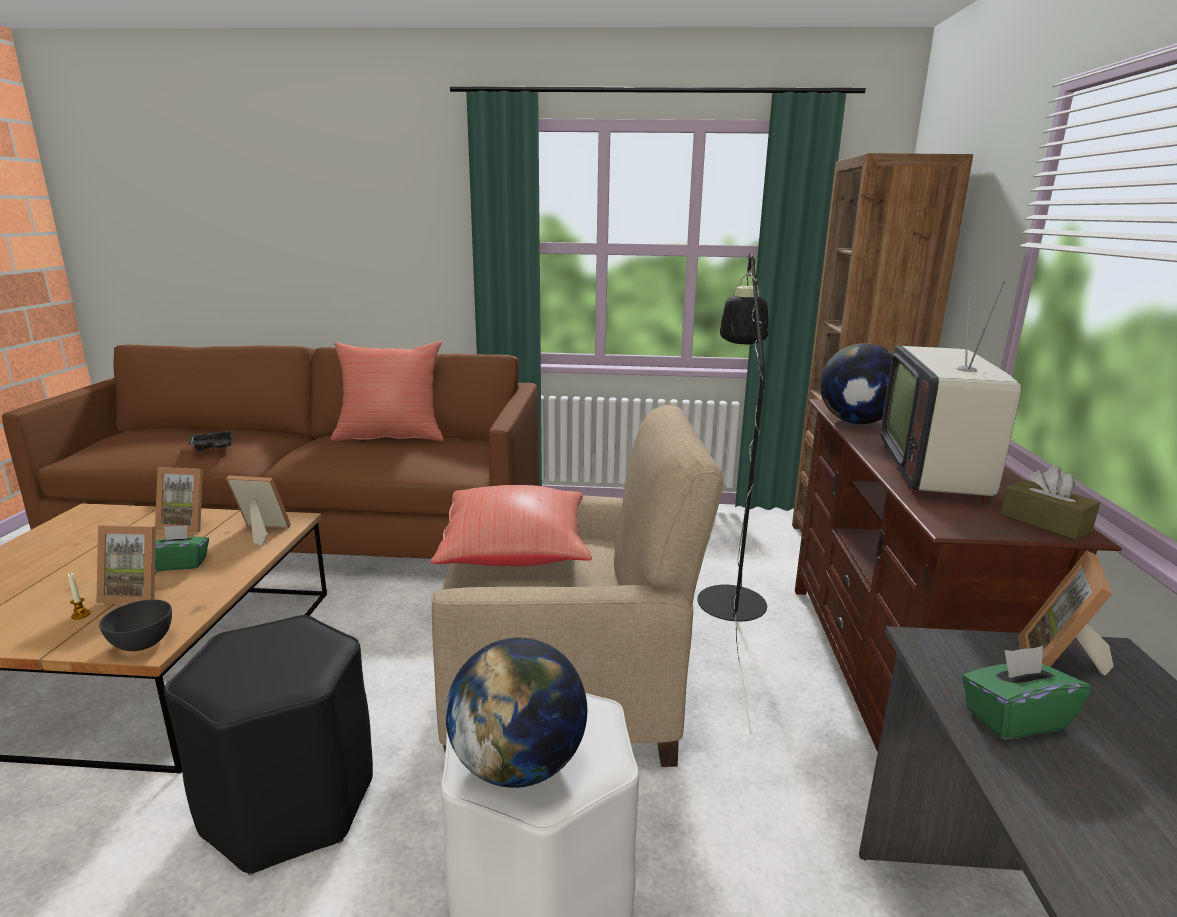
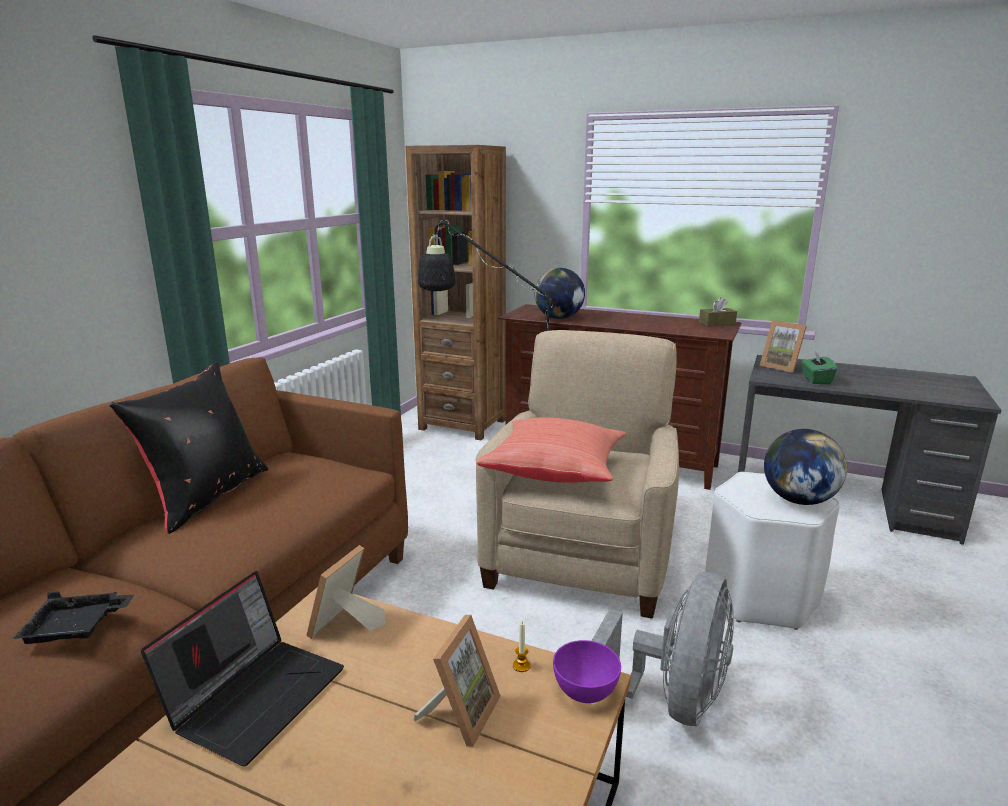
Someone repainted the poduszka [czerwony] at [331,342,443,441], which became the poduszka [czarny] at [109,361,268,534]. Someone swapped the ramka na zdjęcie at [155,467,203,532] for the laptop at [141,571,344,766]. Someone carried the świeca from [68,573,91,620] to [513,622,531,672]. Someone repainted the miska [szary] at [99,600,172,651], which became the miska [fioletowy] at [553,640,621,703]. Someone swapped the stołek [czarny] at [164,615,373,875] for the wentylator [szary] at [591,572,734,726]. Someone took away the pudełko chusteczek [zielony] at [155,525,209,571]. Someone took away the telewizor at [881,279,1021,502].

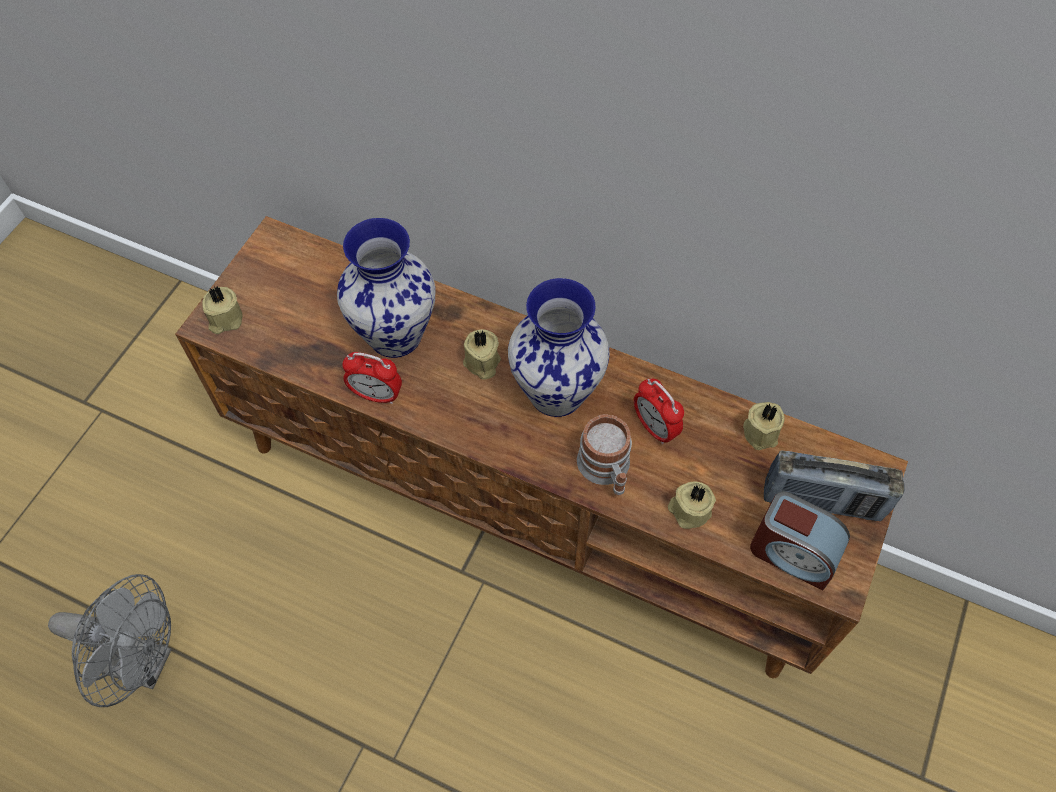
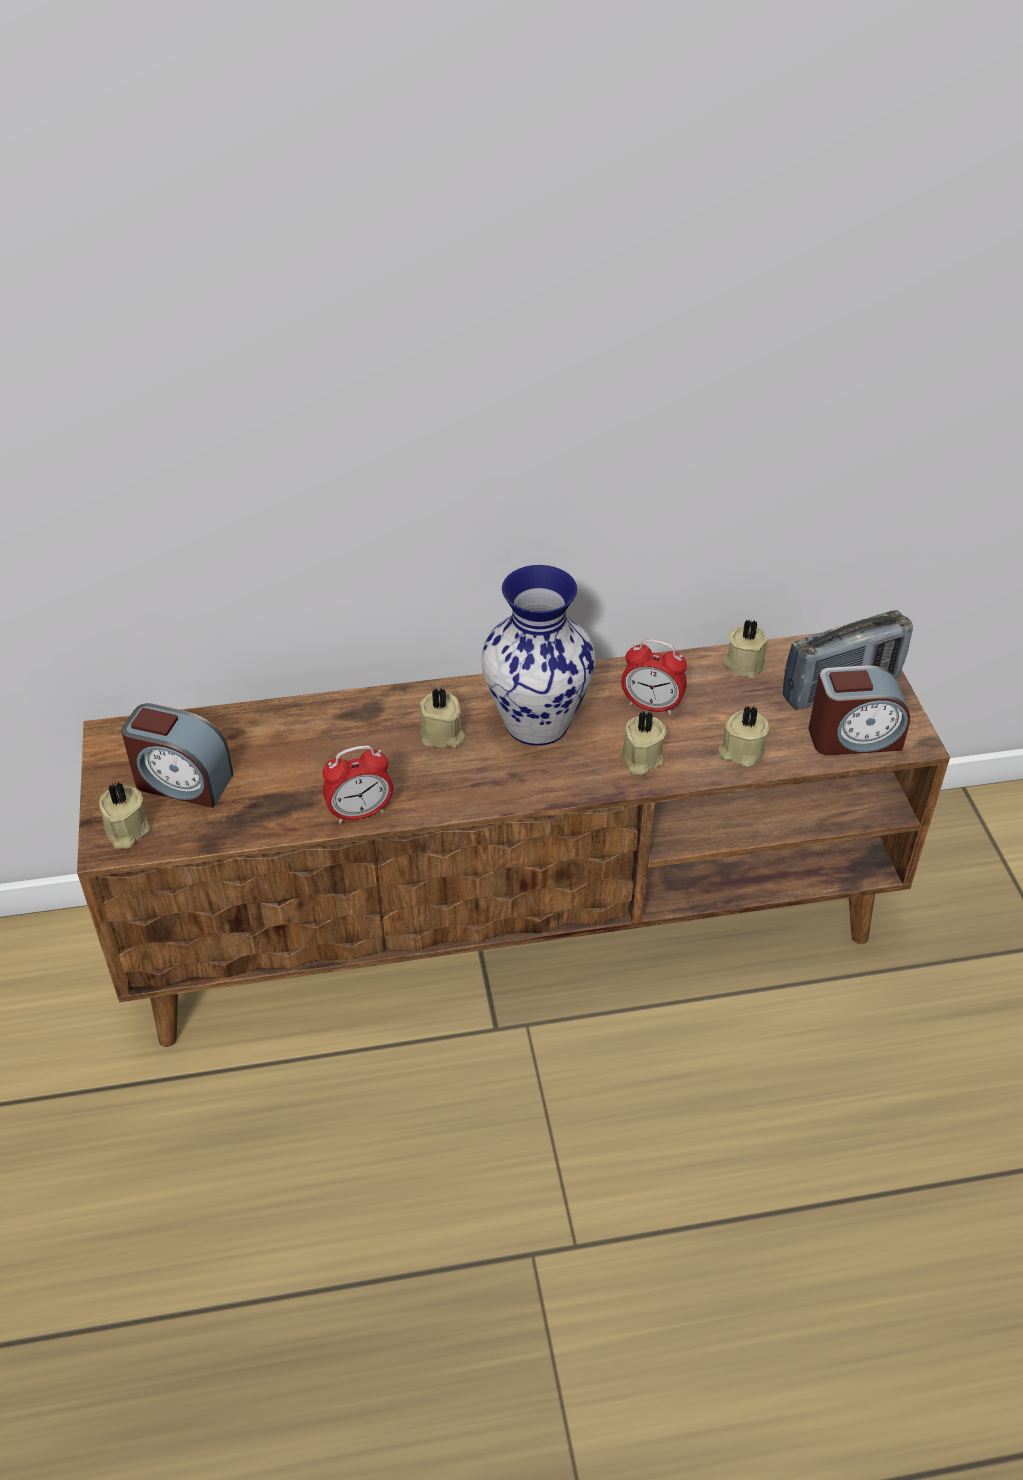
Someone put down the budzik at [121,703,233,808]. Someone swapped the kubek at [577,414,632,496] for the świeca [beżowy] at [621,711,667,775]. Someone took away the wentylator [szary] at [48,574,171,707]. Someone took away the wazon at [337,218,435,358].

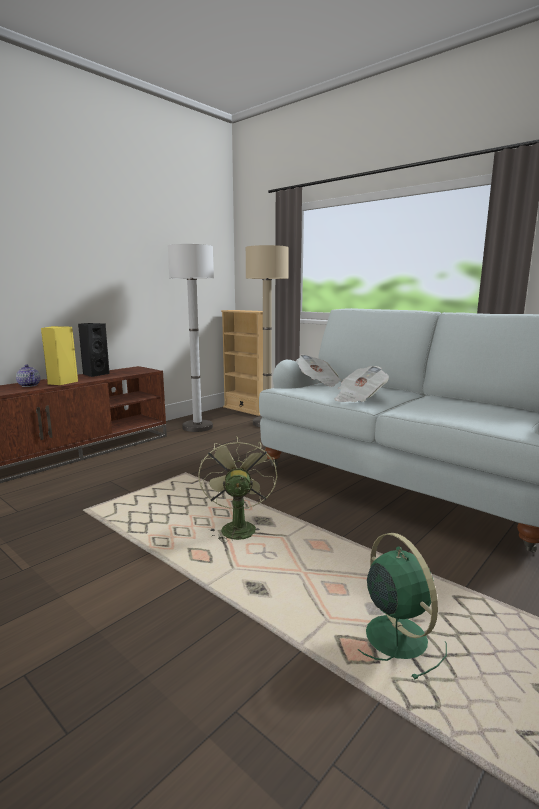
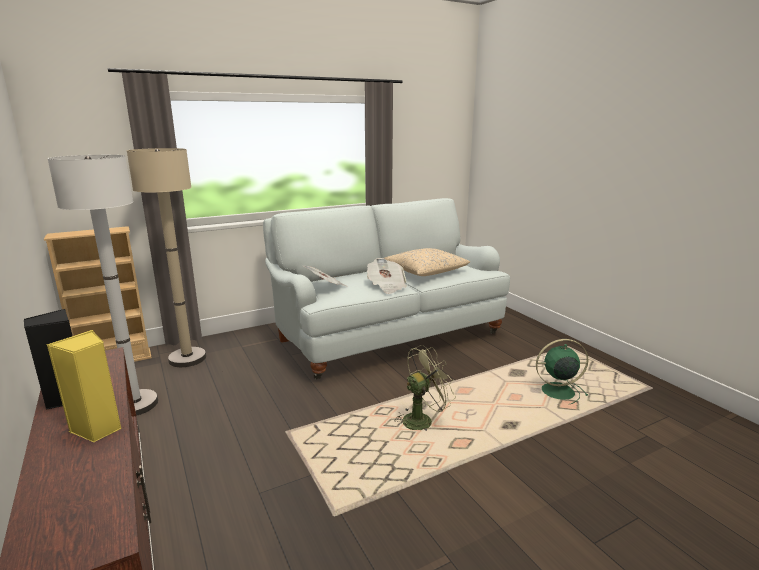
Someone put down the poduszka [beżowy] at [384,248,470,276]. Someone rotated the wentylator [zielony] at [198,436,277,543] by 135 degrees clockwise. Someone took away the imbryk at [16,365,40,387].

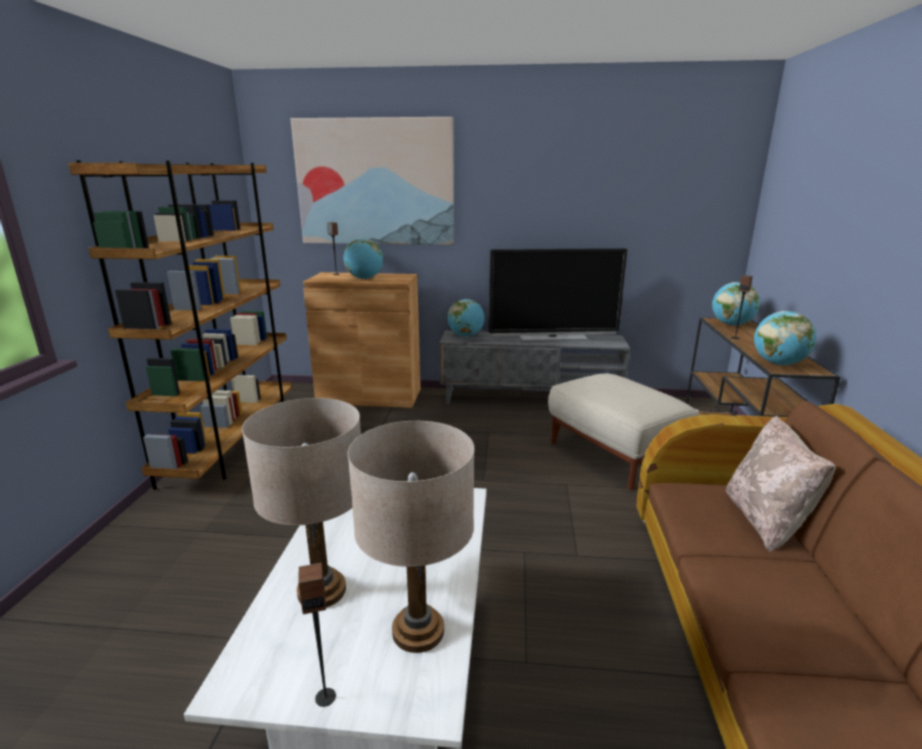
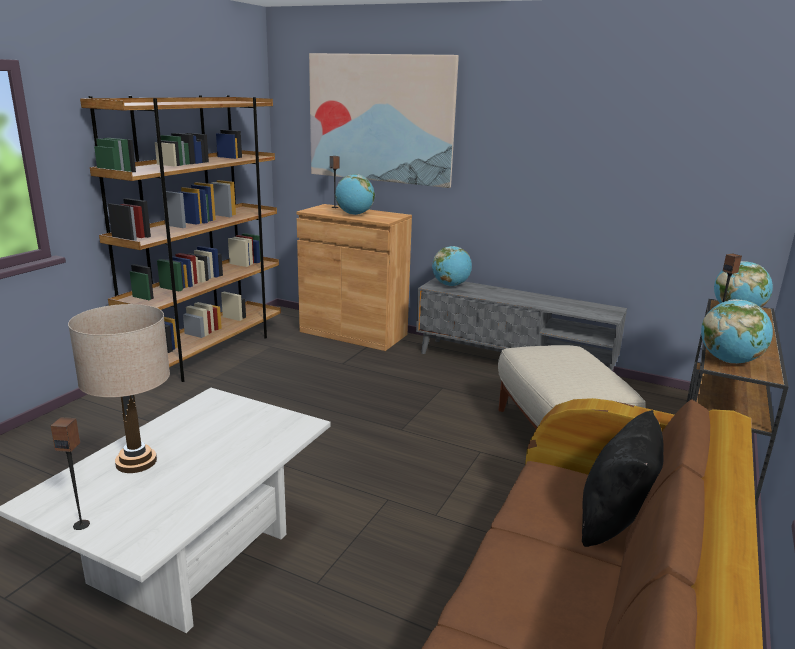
Someone repainted the poduszka [beżowy] at [726,416,836,552], which became the poduszka [czarny] at [582,410,664,547]. Someone took away the lampa stołowa [beżowy] at [348,421,475,653]. Someone took away the telewizor at [488,248,628,342].

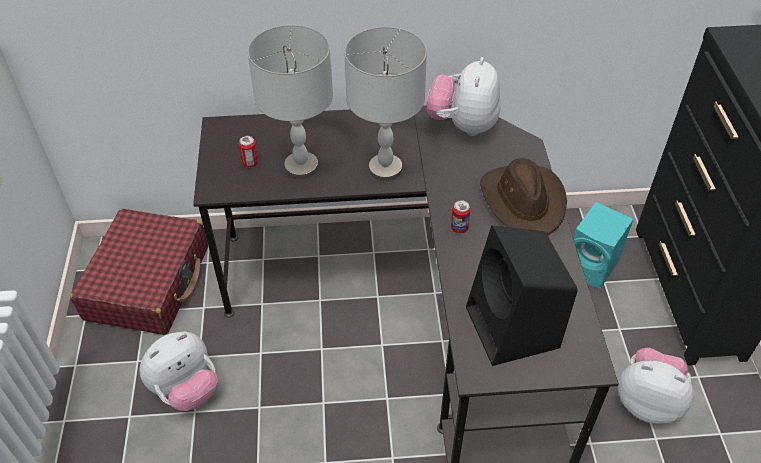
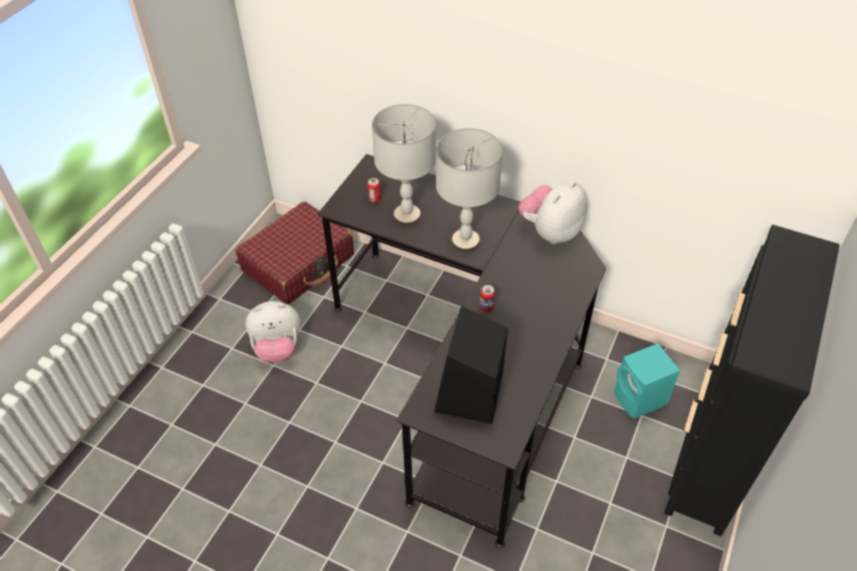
Someone took away the kapelusz [brązowy] at [480,158,567,235]. Someone took away the pluszak at [618,348,694,424].

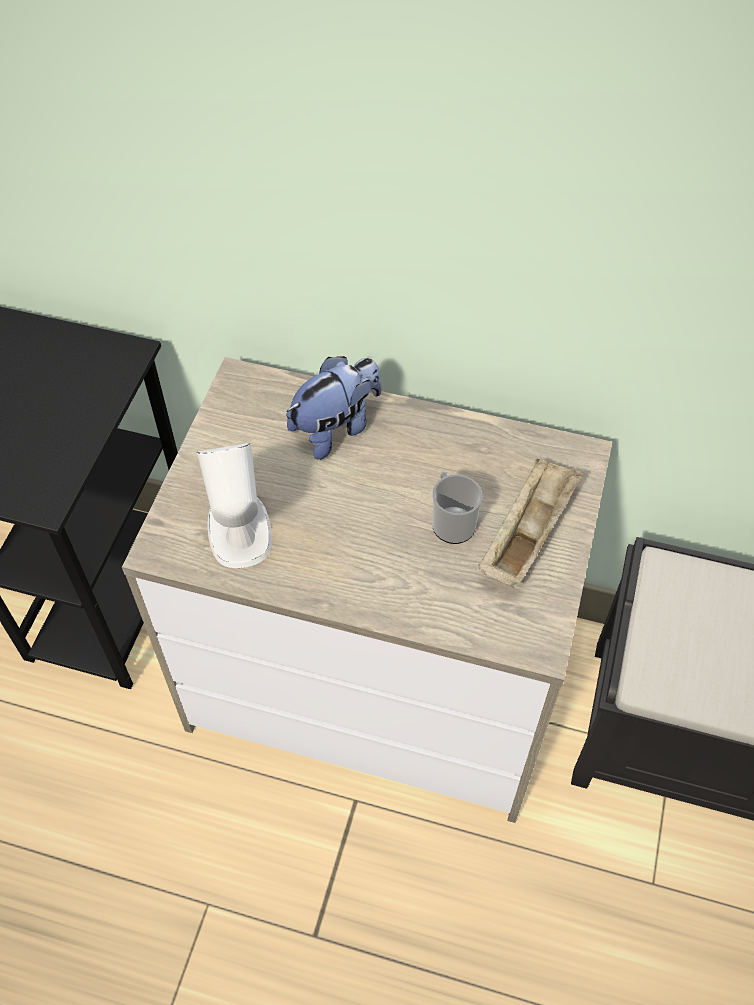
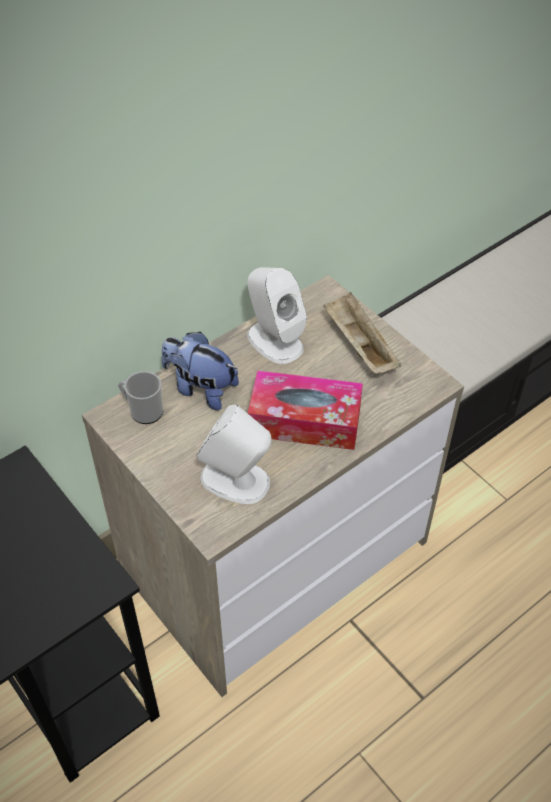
Someone carried the kubek from [433,471,482,544] to [118,371,163,424]. Someone rotated the pluszak at [286,356,381,460] by 60 degrees counterclockwise. Someone put down the głośnik [biały] at [247,267,307,364]. Someone put down the pudełko chusteczek at [248,370,363,450].

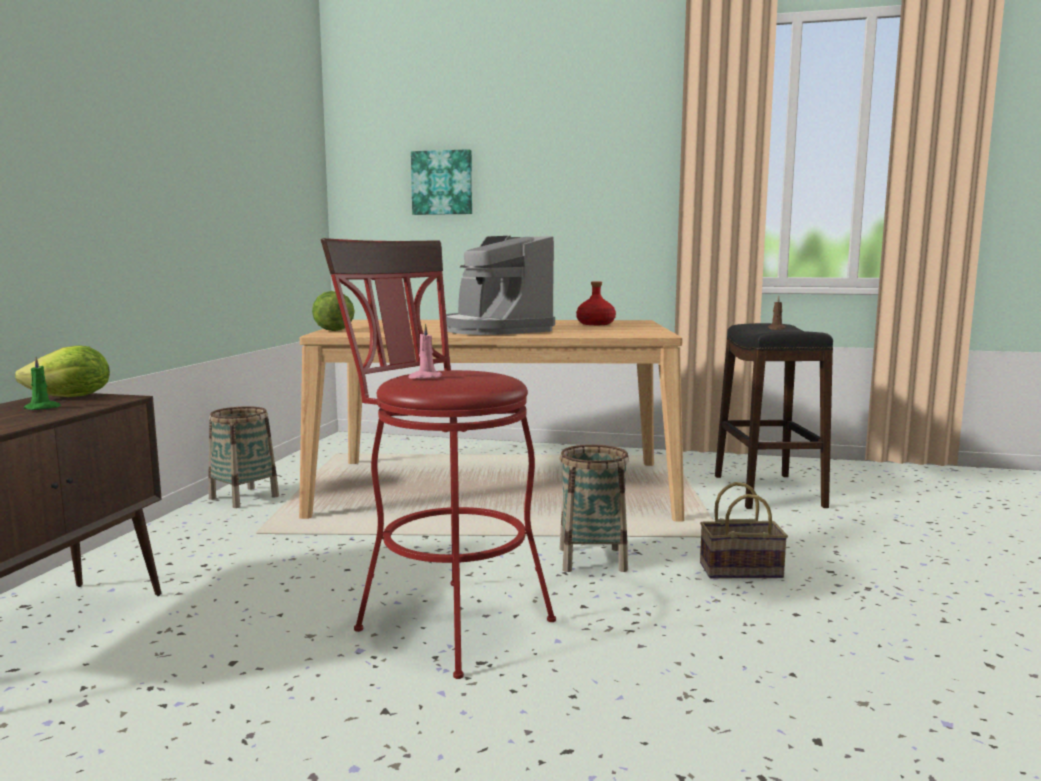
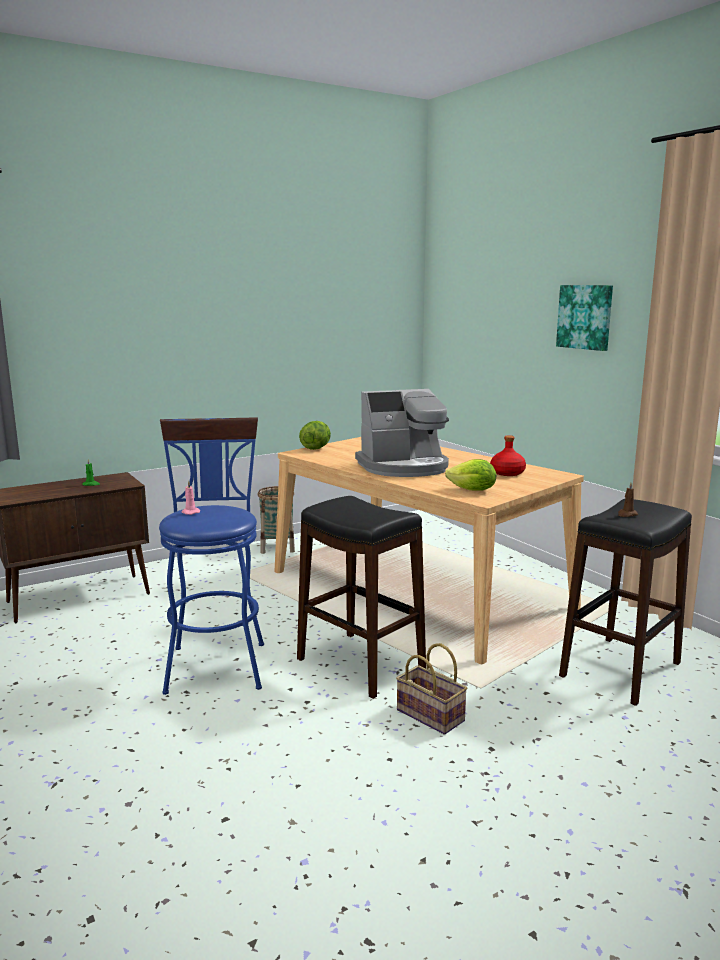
Someone repainted the stołek [czerwony] at [321,238,556,679], which became the stołek [niebieski] at [159,418,264,695]. Someone swapped the koszyk at [560,445,629,572] for the stołek [czarny] at [297,496,426,699]. Someone rotated the ekspres do kawy at [446,236,555,335] by 120 degrees counterclockwise. Someone carried the sałata from [15,345,110,397] to [445,459,496,491]. Someone carried the obraz from [411,149,472,215] to [556,285,613,351].

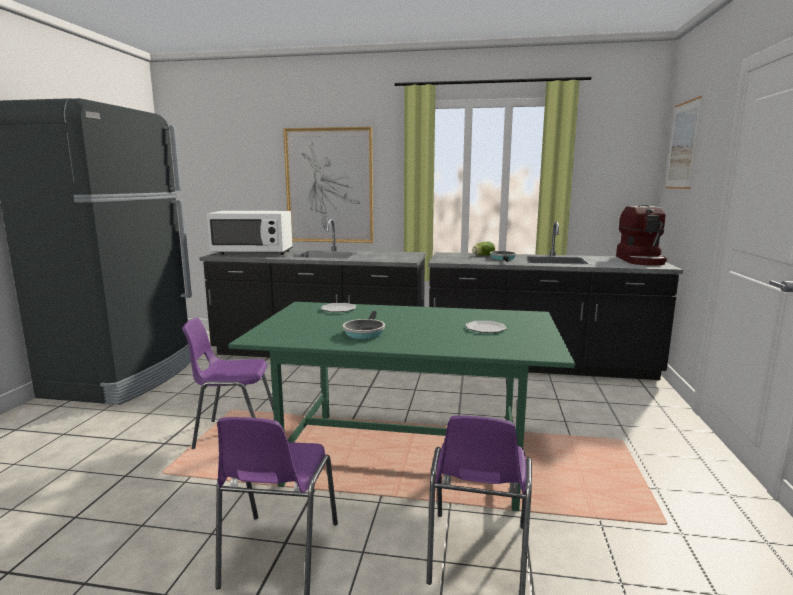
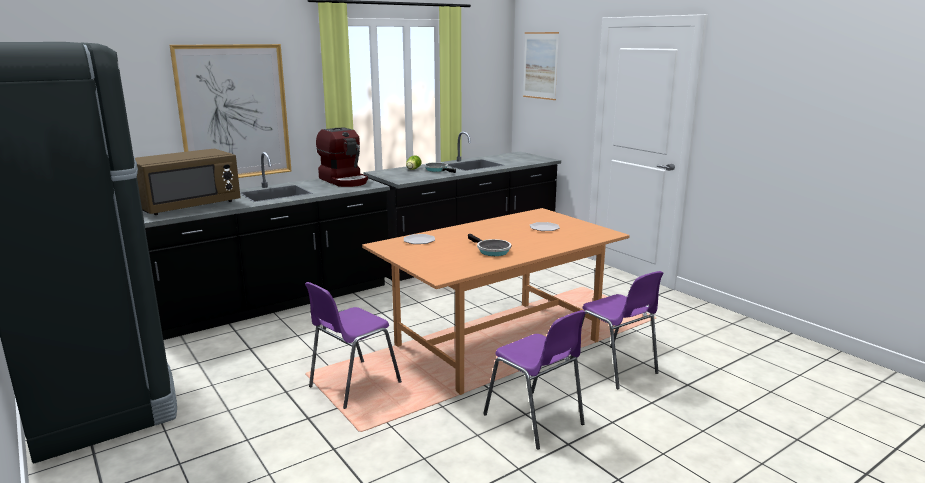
Someone repainted the mikrofalówka [biały] at [207,211,293,255], which became the mikrofalówka [brązowy] at [135,149,241,215]. Someone carried the ekspres do kawy from [616,205,668,266] to [316,127,368,187]. Someone repainted the stół jadalny [zielony] at [228,302,575,511], which became the stół jadalny [brązowy] at [362,208,630,395].

